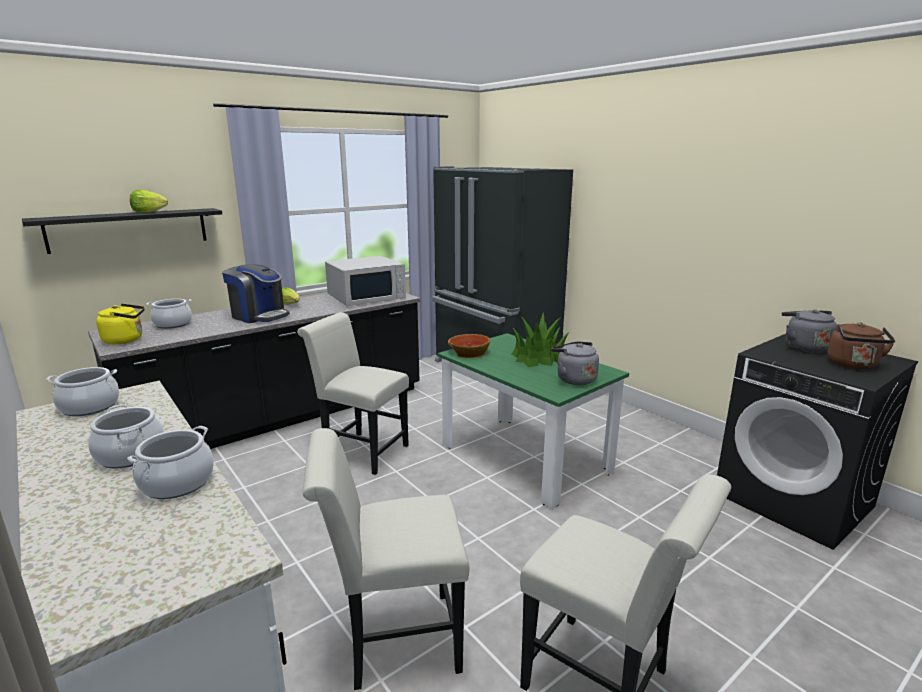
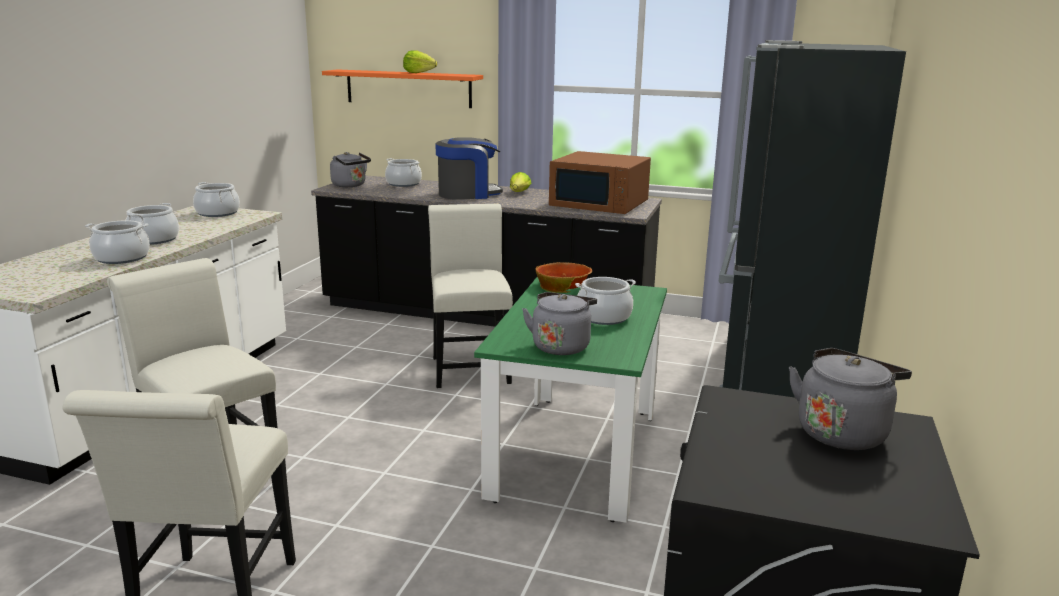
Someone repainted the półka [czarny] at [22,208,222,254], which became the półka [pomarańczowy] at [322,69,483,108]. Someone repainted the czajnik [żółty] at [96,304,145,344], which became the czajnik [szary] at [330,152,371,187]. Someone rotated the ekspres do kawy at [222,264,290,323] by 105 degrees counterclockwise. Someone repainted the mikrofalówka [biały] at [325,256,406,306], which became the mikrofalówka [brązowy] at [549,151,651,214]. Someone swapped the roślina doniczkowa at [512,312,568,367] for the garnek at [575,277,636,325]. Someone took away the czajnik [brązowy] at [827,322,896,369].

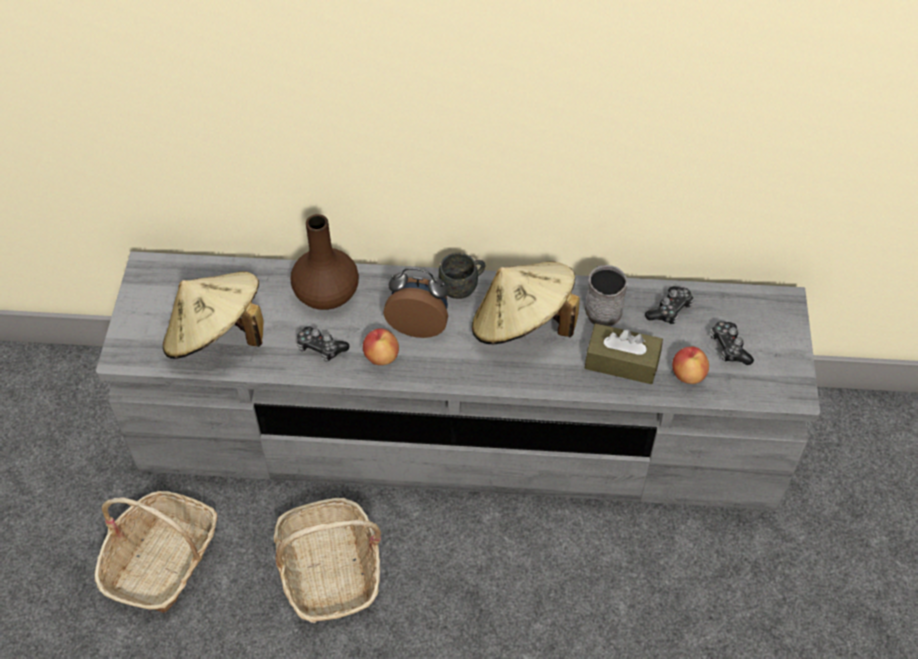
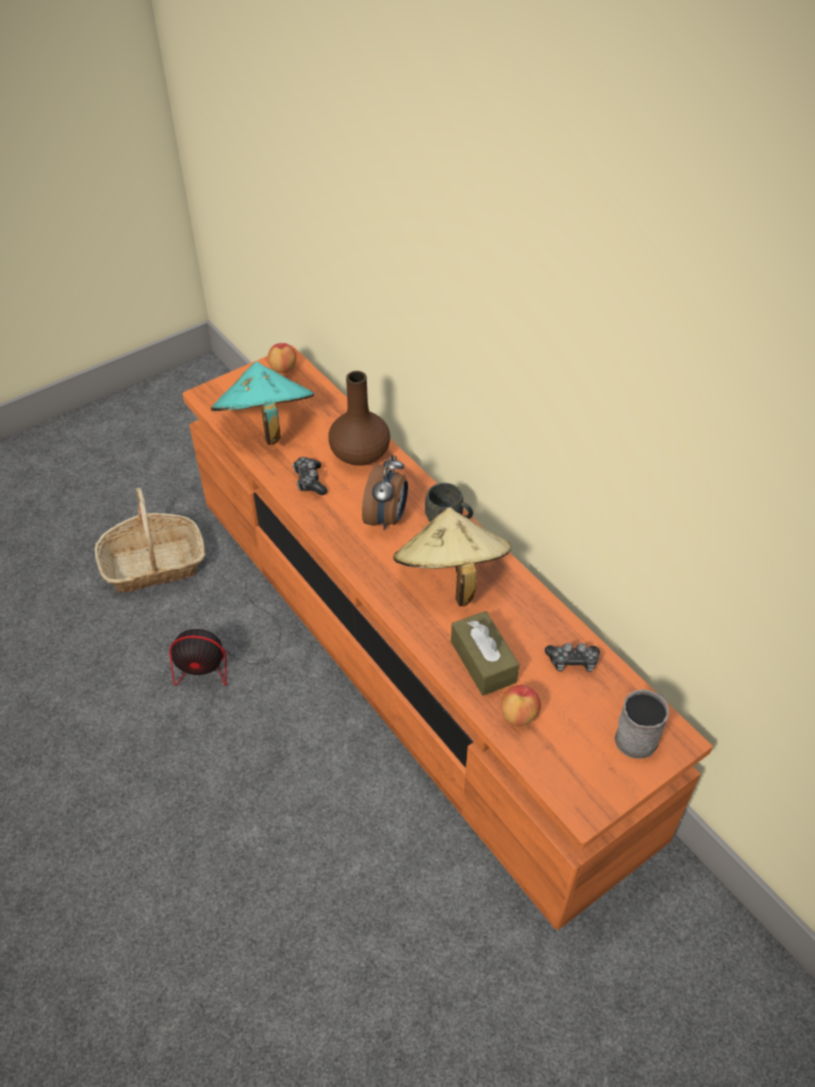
Someone swapped the koszyk at [274,498,381,623] for the wentylator at [169,579,281,686]. Someone repainted the szafka pod telewizor [szary] at [96,251,820,510], which became the szafka pod telewizor [pomarańczowy] at [182,345,713,930]. Someone repainted the kapelusz [beżowy] at [163,271,263,359], which became the kapelusz [turkusowy] at [211,362,314,445]. Someone carried the jabłko from [363,329,399,365] to [268,343,297,373]. Someone rotated the budzik at [383,268,448,338] by 45 degrees clockwise. Someone carried the kubek [szary] from [585,265,628,326] to [614,689,669,759]. Someone took away the pad do gier at [711,321,754,365].

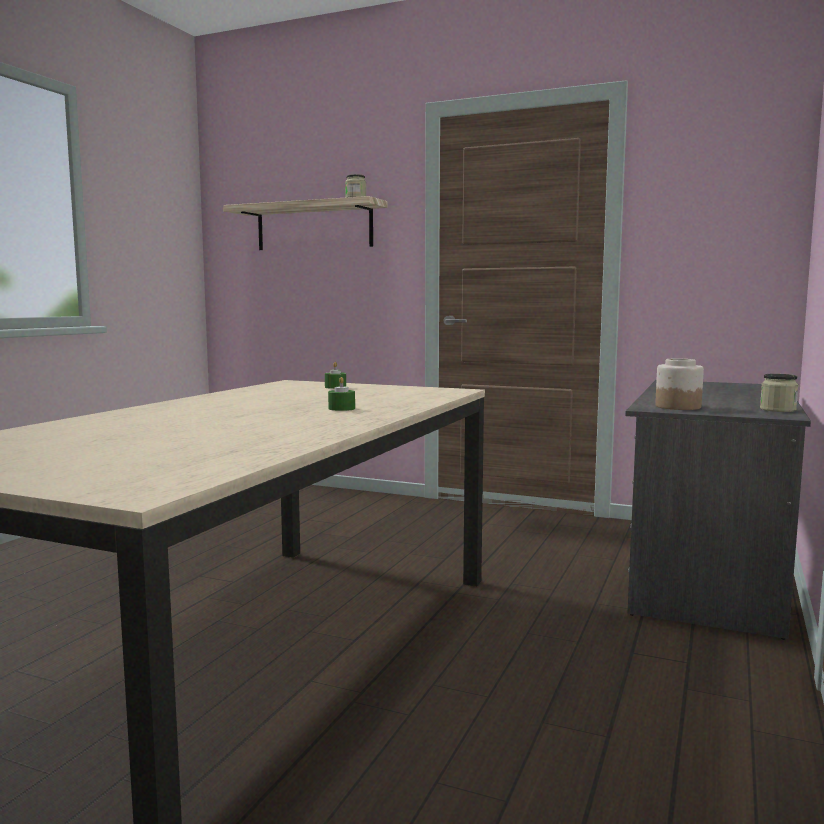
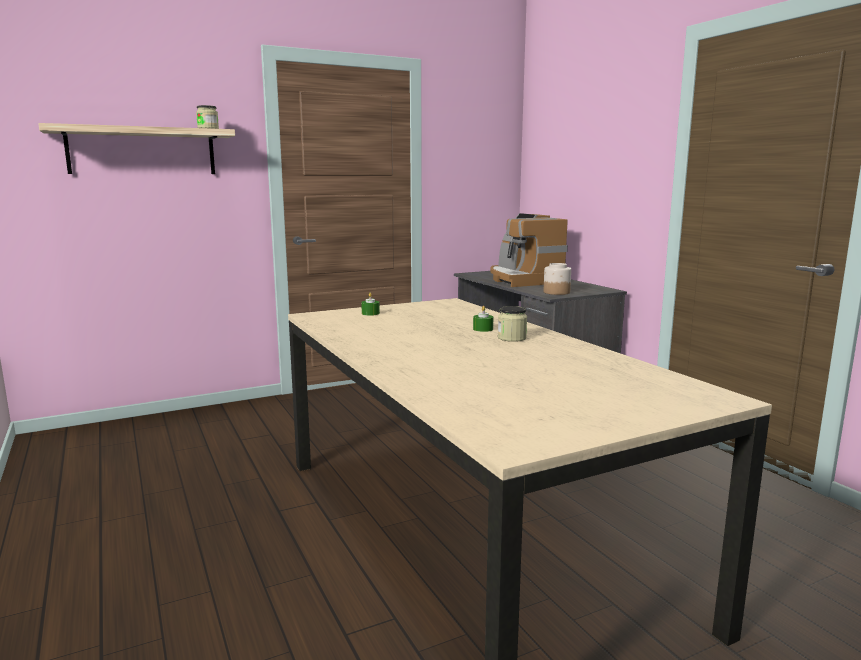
Someone put down the ekspres do kawy at [490,213,568,287]. Someone carried the słoik from [760,374,798,412] to [498,306,527,342].

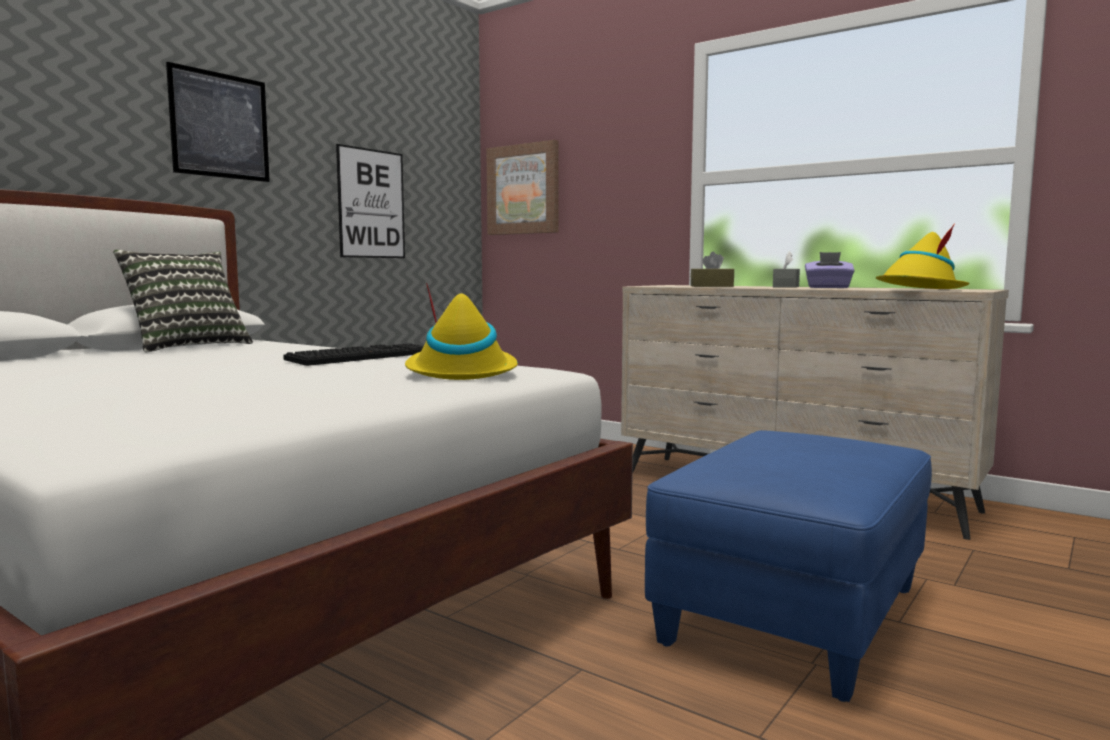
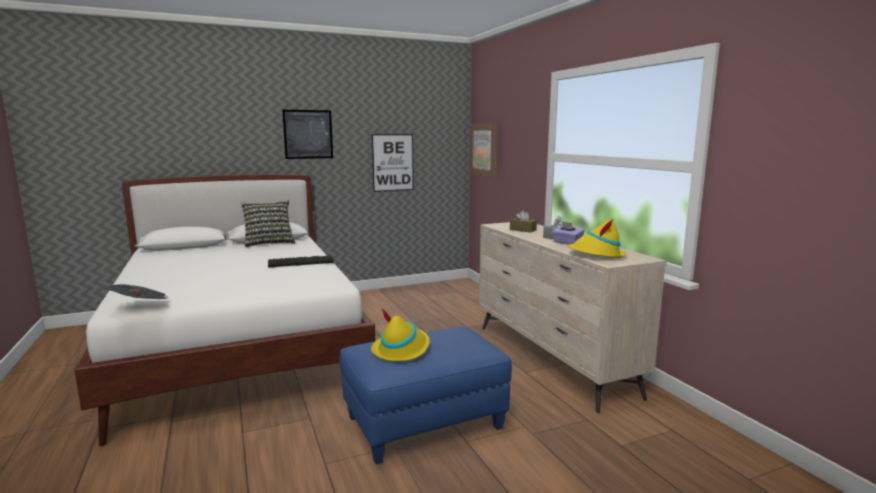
Someone put down the gazeta at [102,284,167,299]. Someone carried the kapelusz [żółty] from [405,283,518,380] to [371,309,430,362].

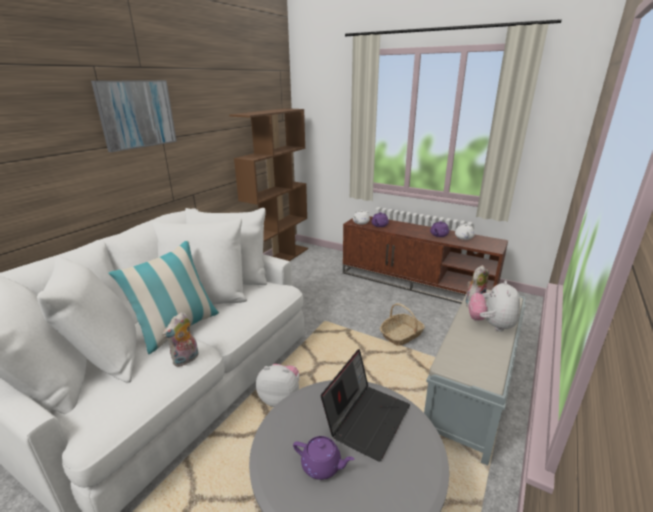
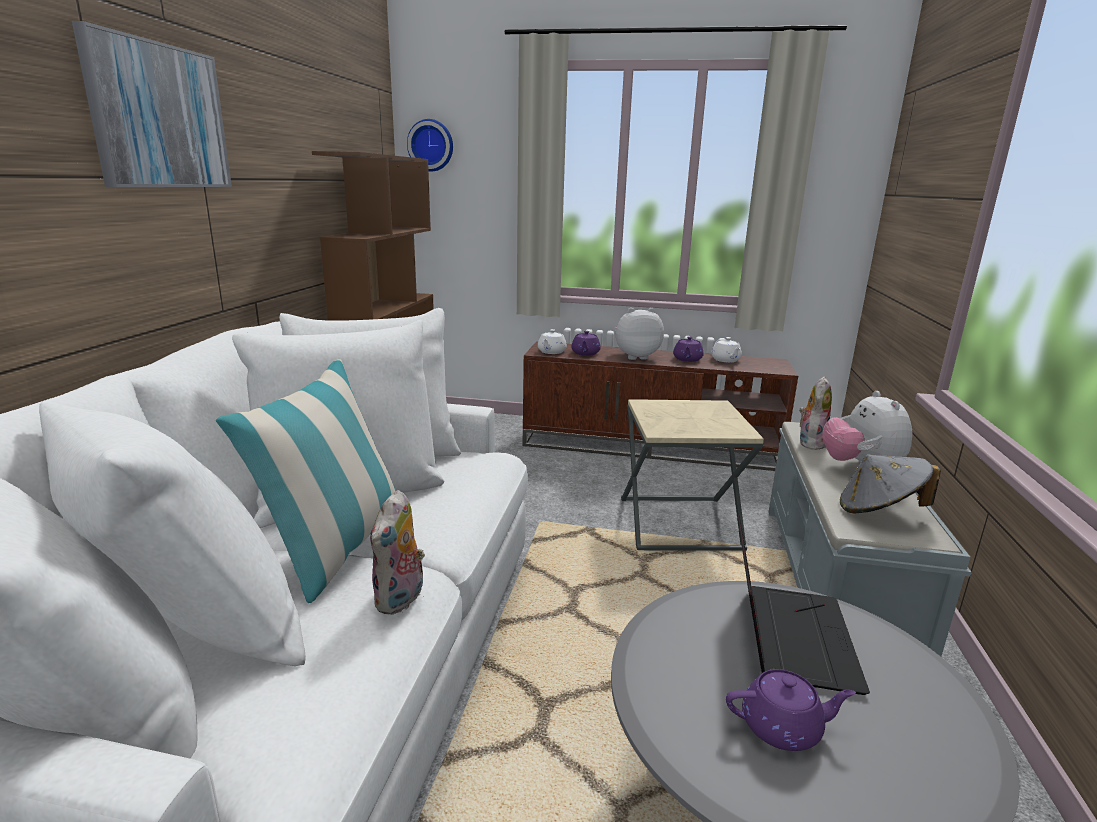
Someone put up the zegar ścienny at [407,119,453,172]. Someone carried the pluszak from [256,364,299,407] to [615,308,664,360]. Someone swapped the koszyk at [380,303,425,346] for the stolik [beżowy] at [621,399,764,550]. Someone put down the kapelusz [szary] at [840,454,941,514].

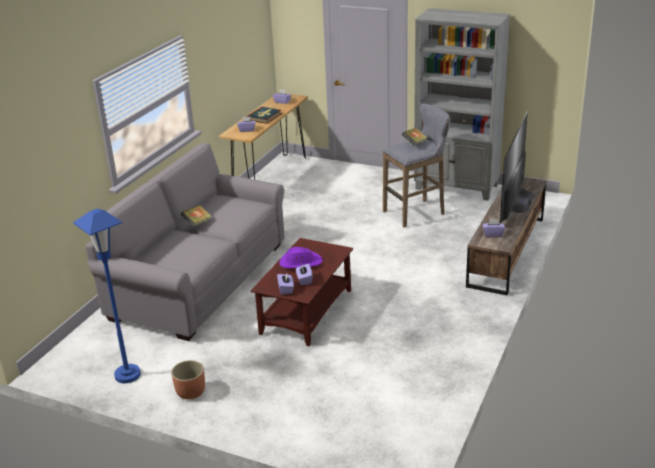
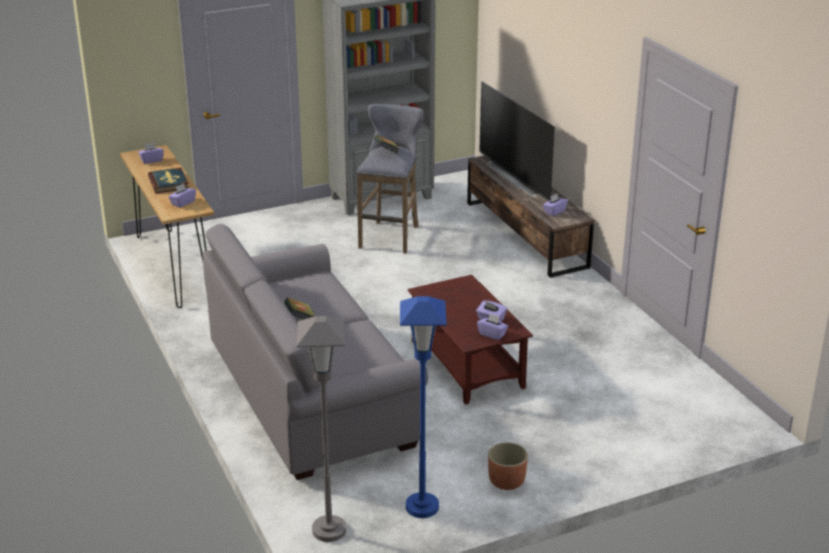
Someone put down the lampa stojąca [szary] at [297,316,346,542]. Someone took away the kapelusz [fioletowy] at [279,247,323,269].

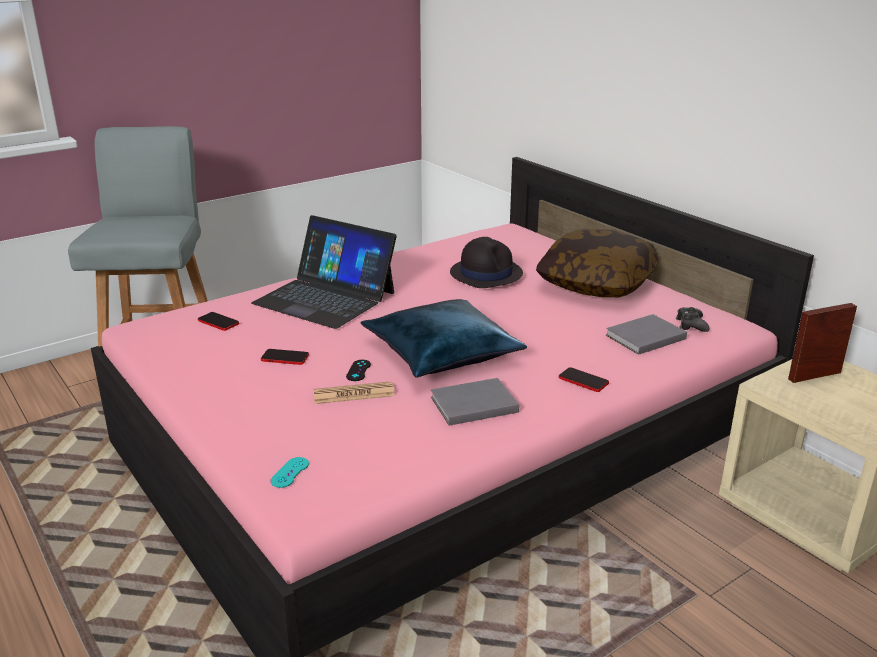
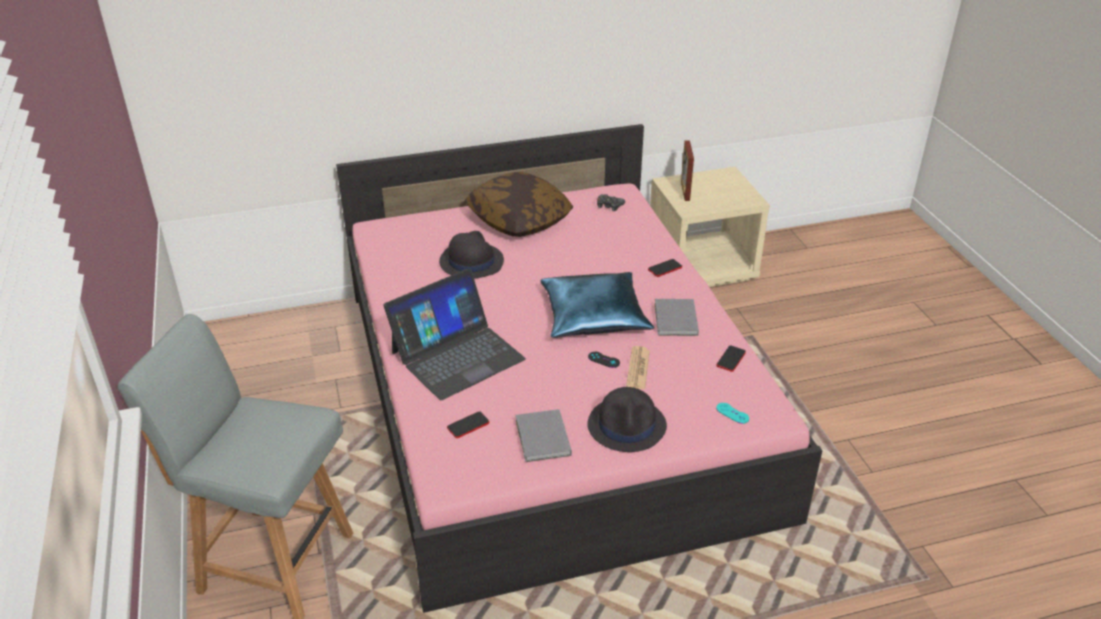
Someone carried the książka [szary] from [606,314,687,355] to [515,409,572,462]. Someone put down the kapelusz [czarny] at [587,387,667,452]. Someone carried the telefon from [261,349,309,365] to [717,345,746,372].

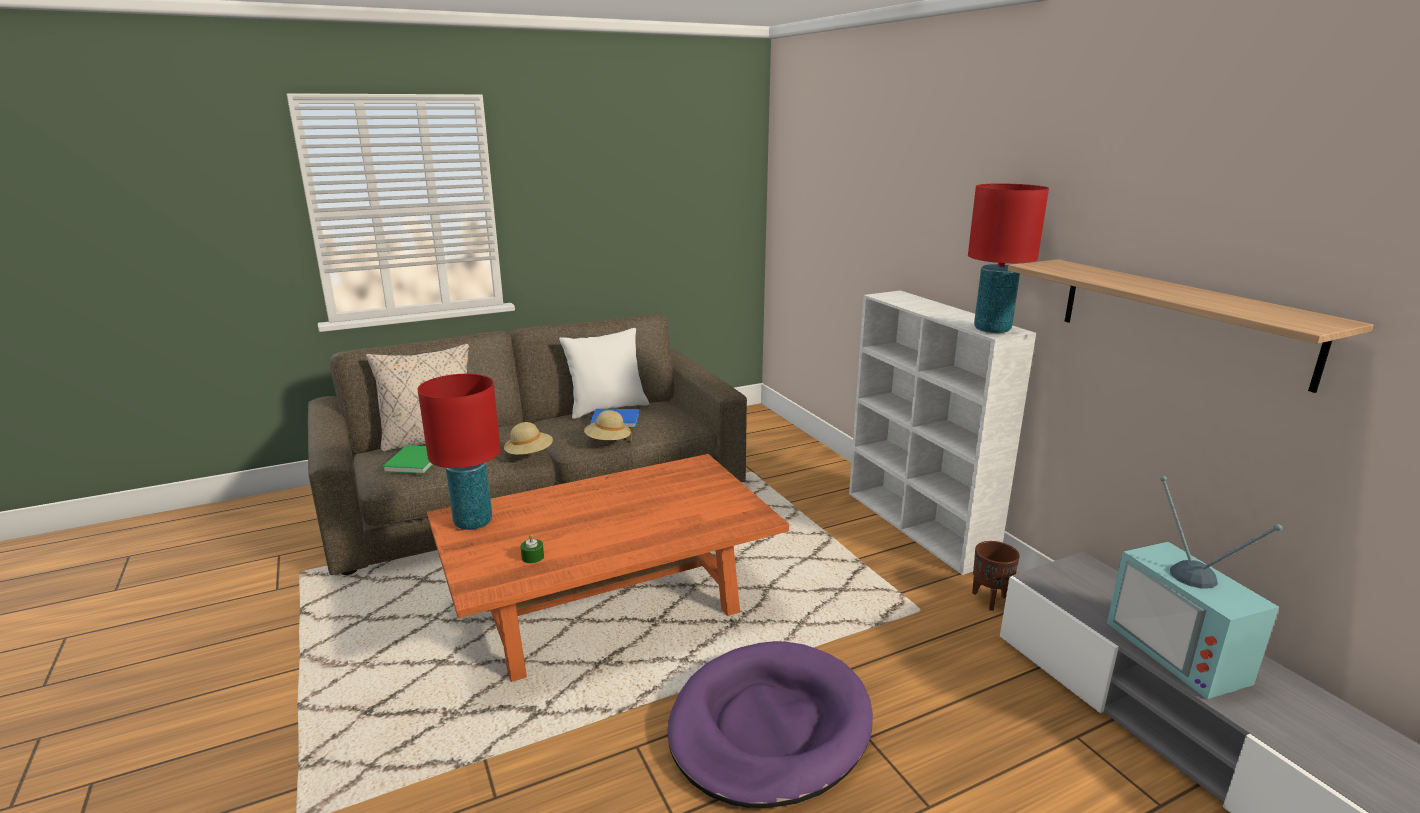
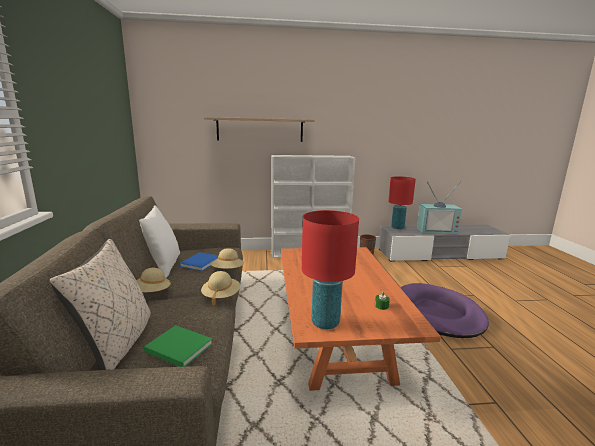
Someone put down the kapelusz [beżowy] at [136,268,171,292]. Someone carried the półka from [1008,259,1374,393] to [204,117,315,142]. Someone carried the lampa stołowa [czerwony] from [968,183,1049,333] to [388,176,416,229].

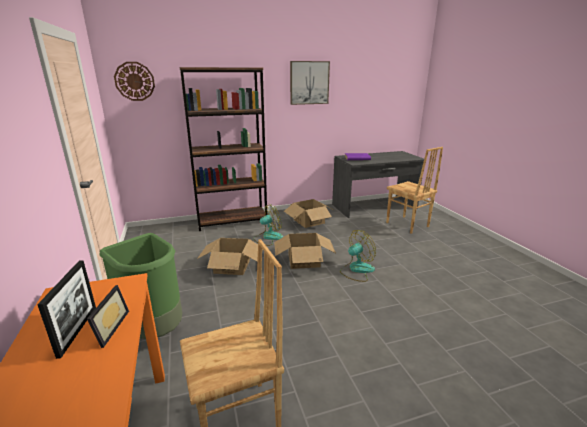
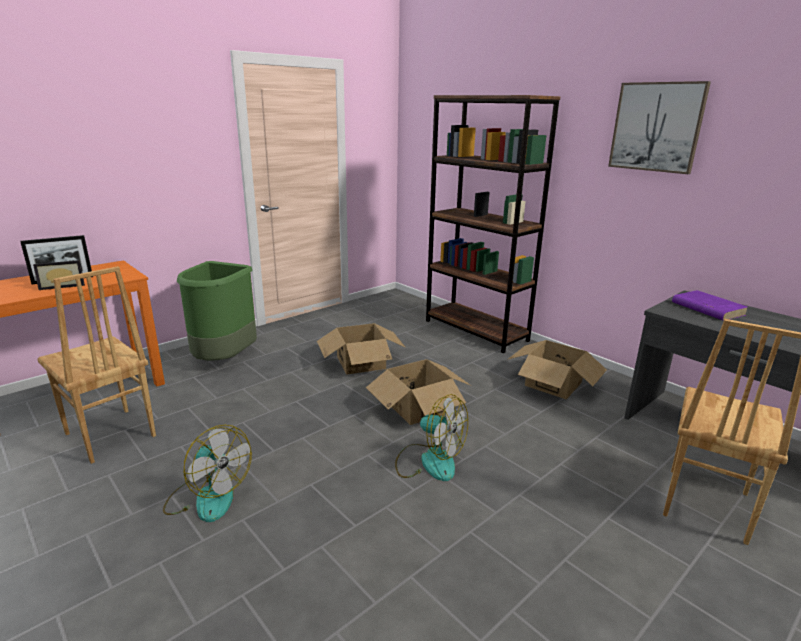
Someone carried the wentylator from [253,204,284,246] to [163,425,252,522]. Someone took away the zegar ścienny at [114,62,155,101].

